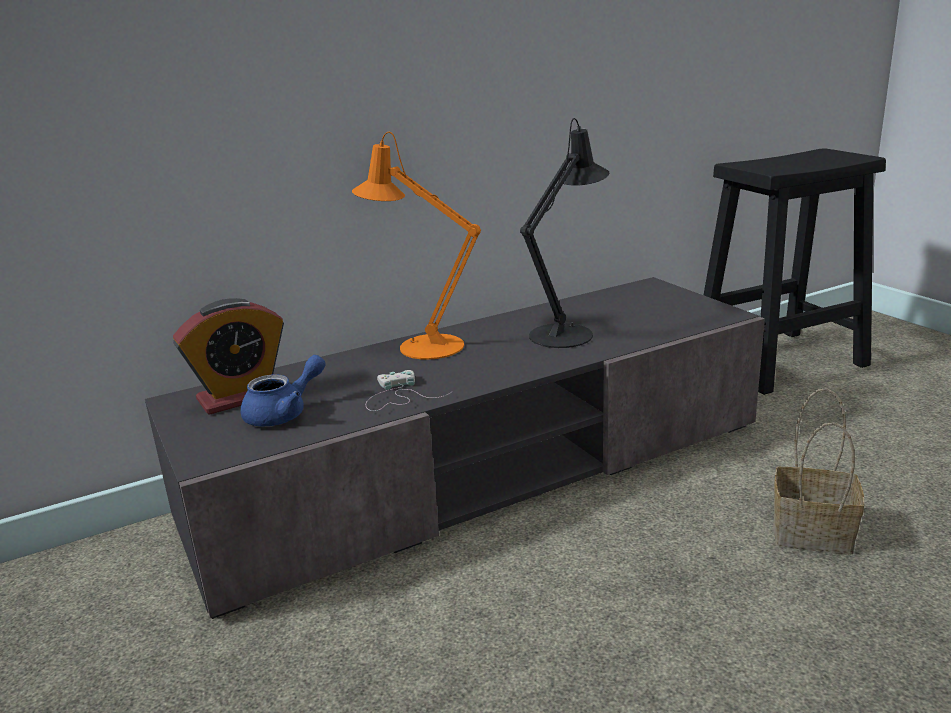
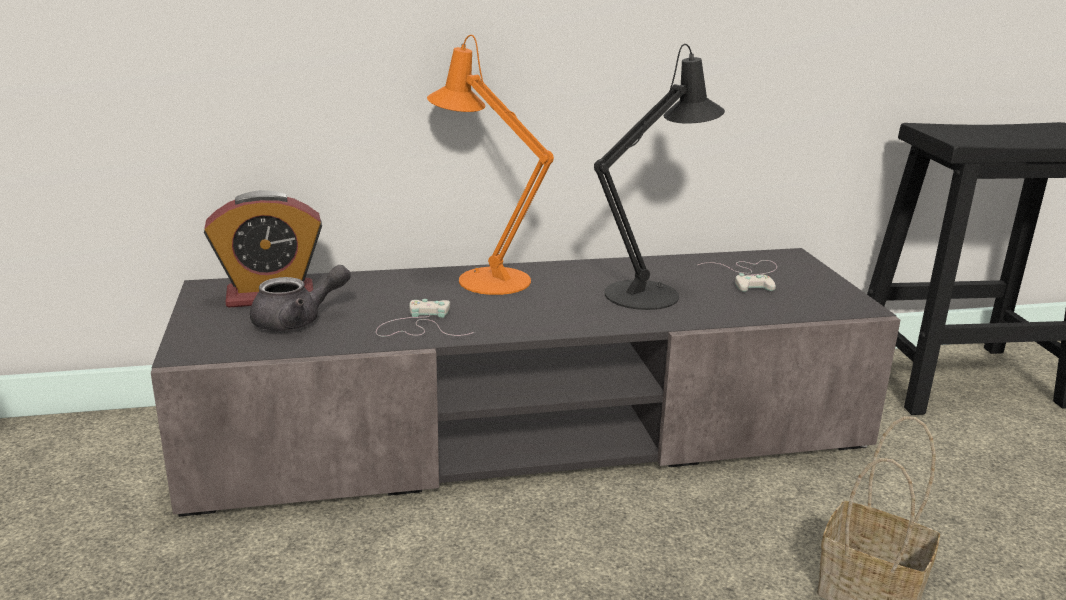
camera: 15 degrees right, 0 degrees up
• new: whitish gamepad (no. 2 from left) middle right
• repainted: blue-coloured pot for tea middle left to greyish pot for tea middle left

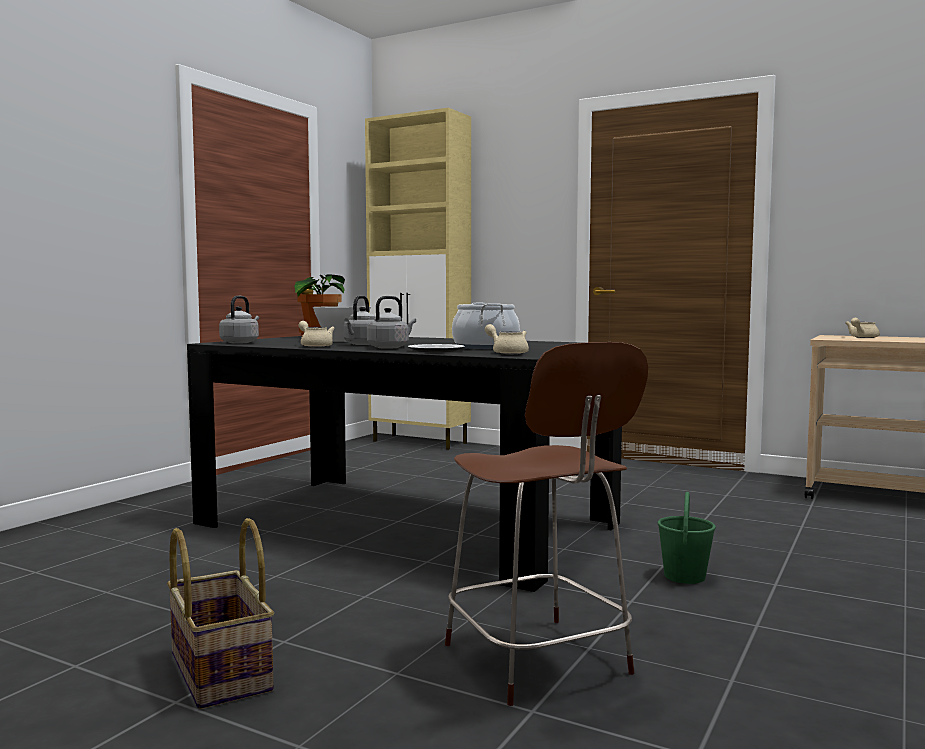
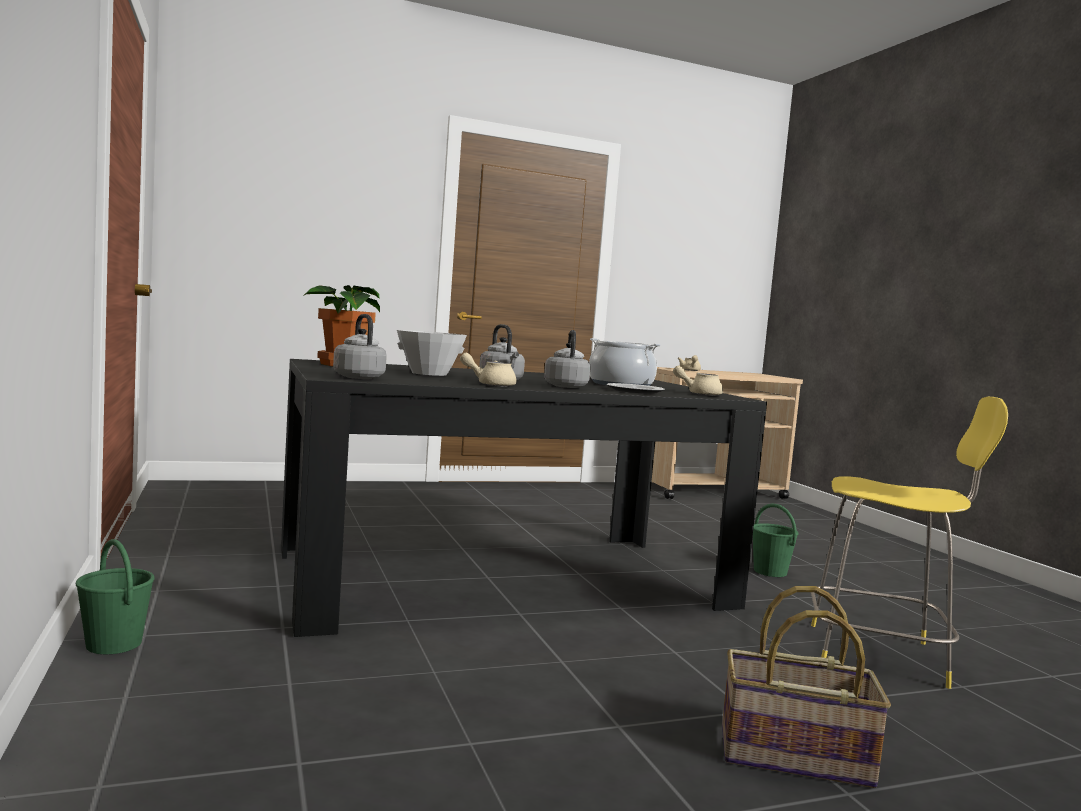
camera: 50 degrees left, 0 degrees up
• gone: sand-coloured cupboard centre
• new: green pail (no. 1 from left) bottom left
• repainted: brownish stool bottom centre to yellow-coloured stool bottom right

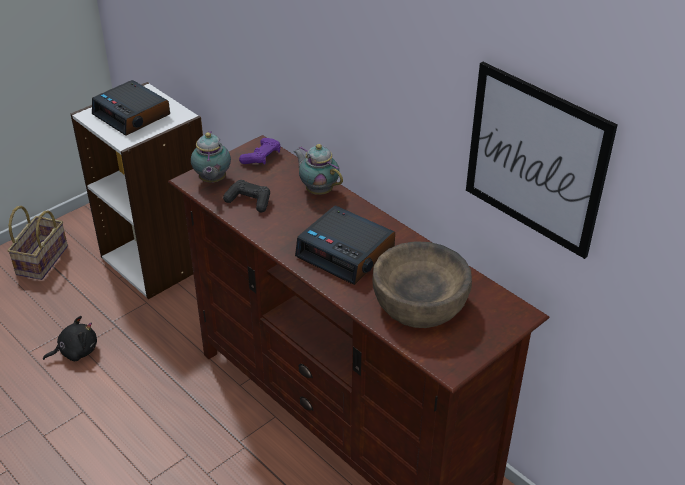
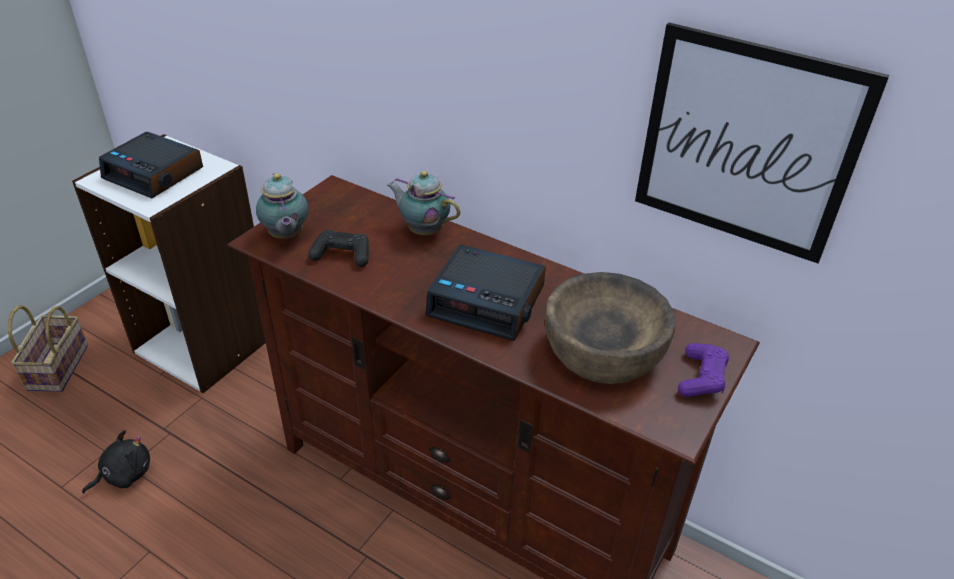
camera: 15 degrees left, 0 degrees up
• shifted: purple gamepad top centre to middle right

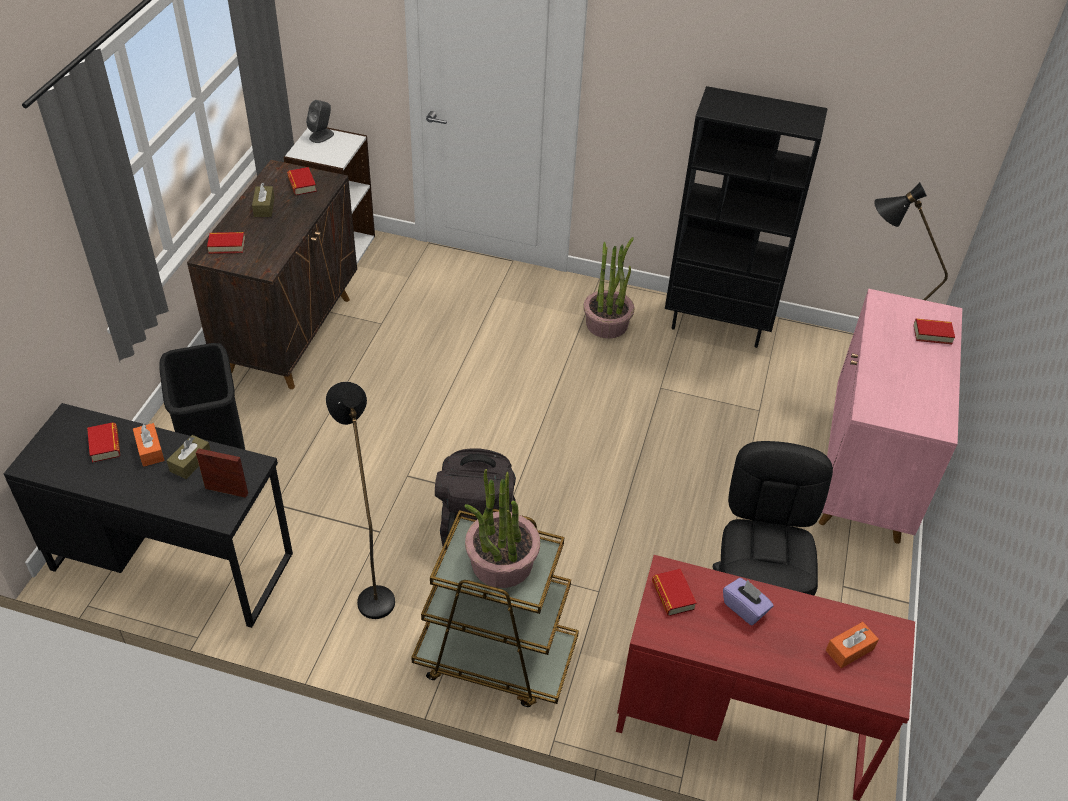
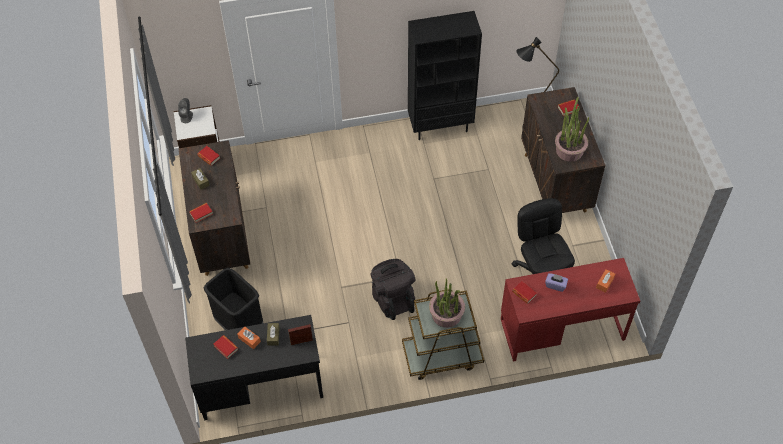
camera: 25 degrees left, 10 degrees up
• gone: blackish floor lamp (no. 1 from left) centre
• shifted: plant in a pot (no. 2 from left) centre to top right
• repainted: pink cupboard middle right to brownish cupboard (no. 2 from left) middle right

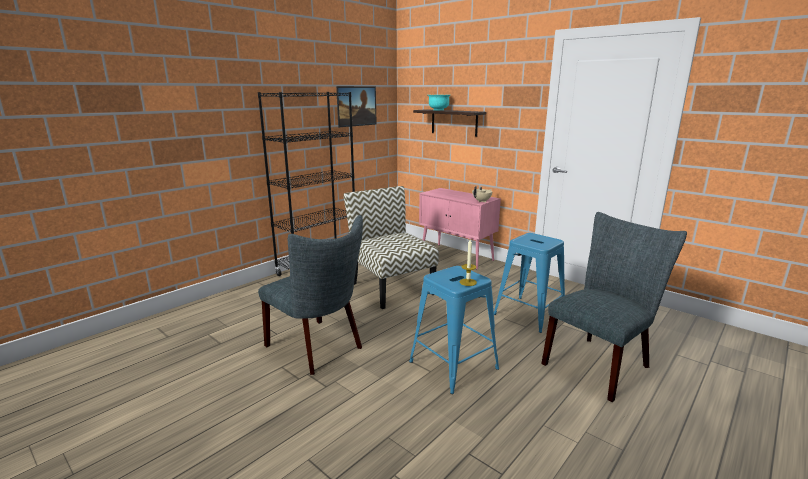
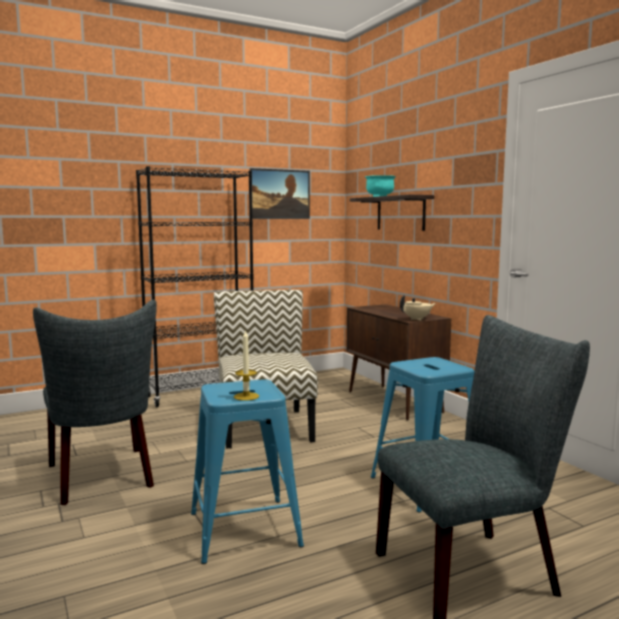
camera: 20 degrees right, 10 degrees down
• repainted: pink cupboard centre to brownish cupboard centre

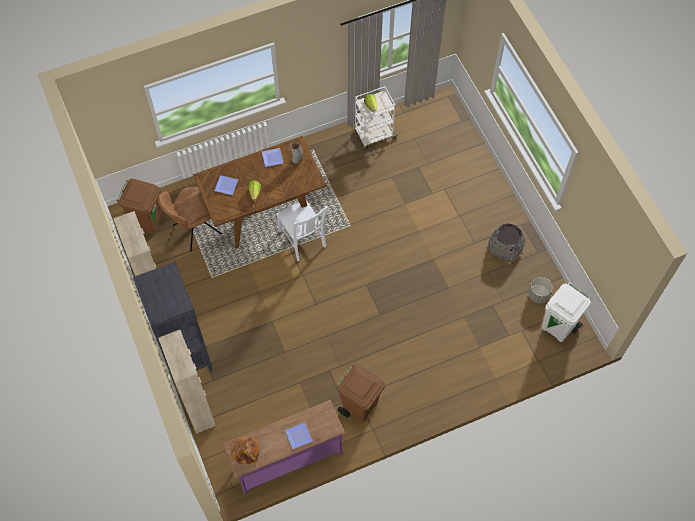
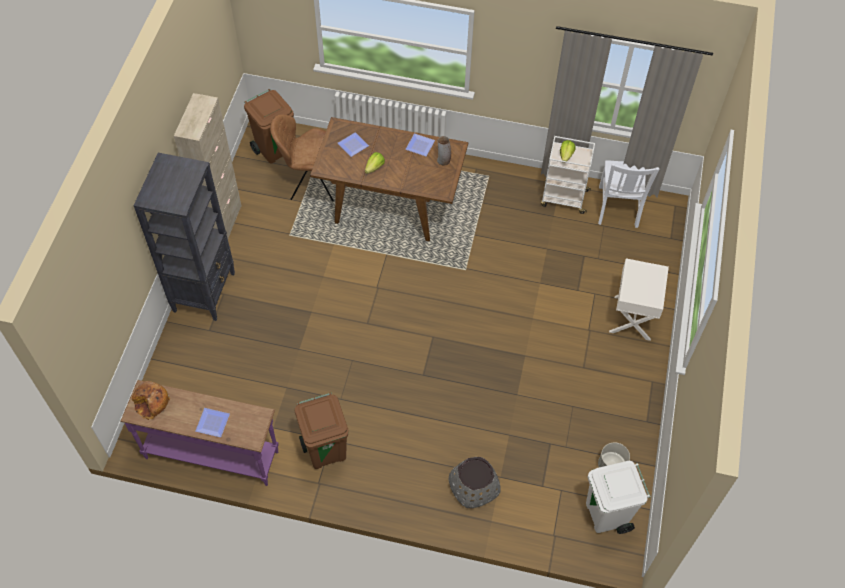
camera: 35 degrees right, 5 degrees down
• gone: sand-coloured cupboard (no. 2 from left) bottom left
• new: whitish night table middle right
• shifted: whitish chair centre to top right
• shifted: greyish planter (no. 1 from left) middle right to bottom centre

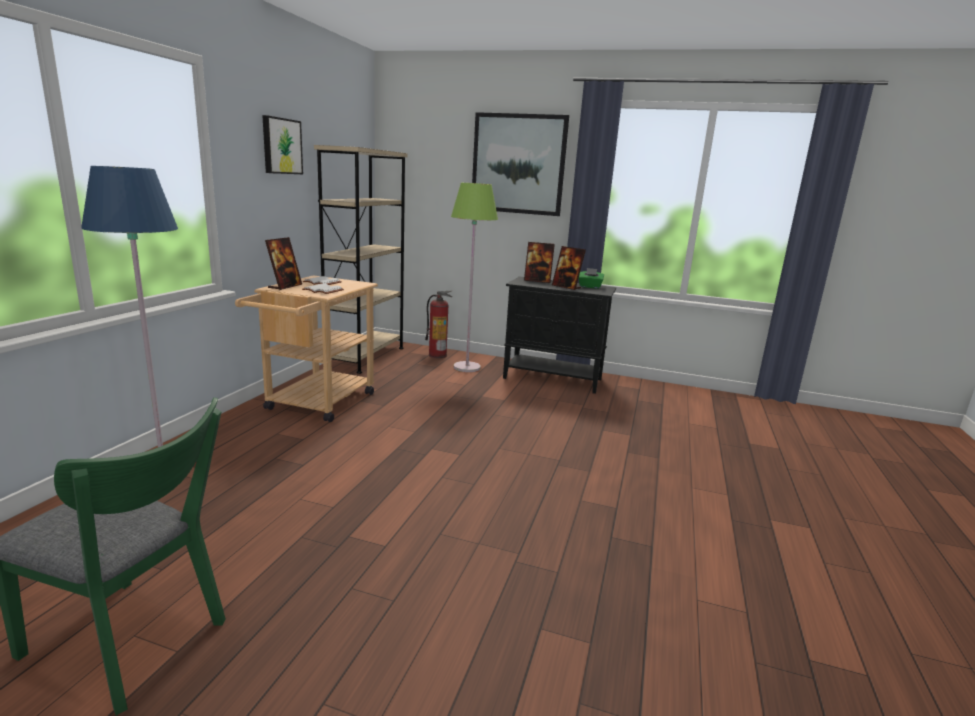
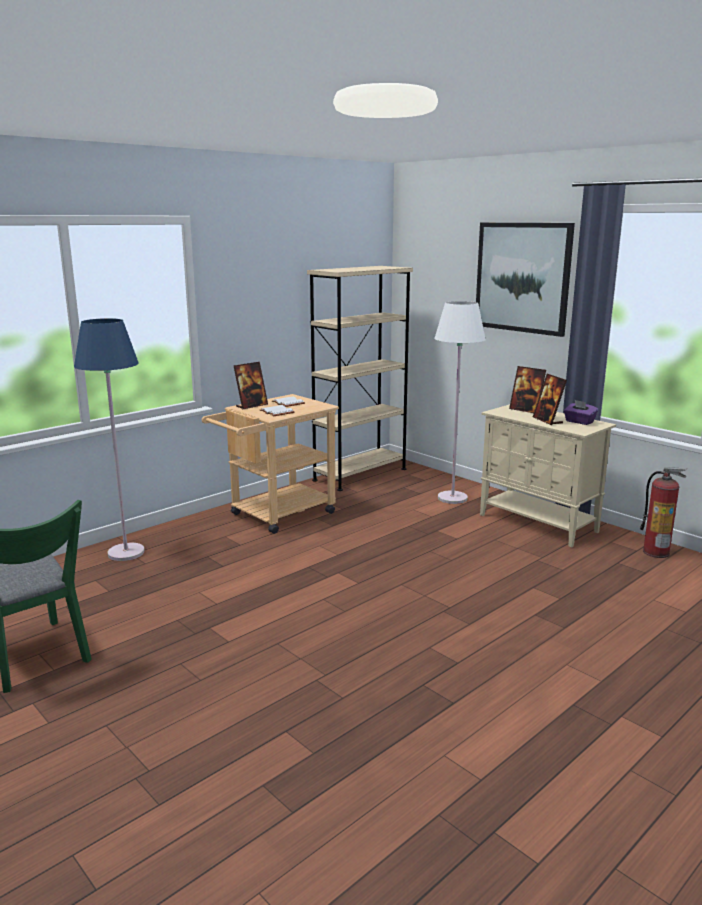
camera: 30 degrees right, 0 degrees up
• gone: picture (no. 1 from left) top left
• shifted: extinguisher centre to middle right
• repainted: green floor lamp centre to whitish floor lamp centre
• repainted: blackish cupboard centre to sand-coloured cupboard middle right
• repainted: green box of tissues centre to purple box of tissues middle right

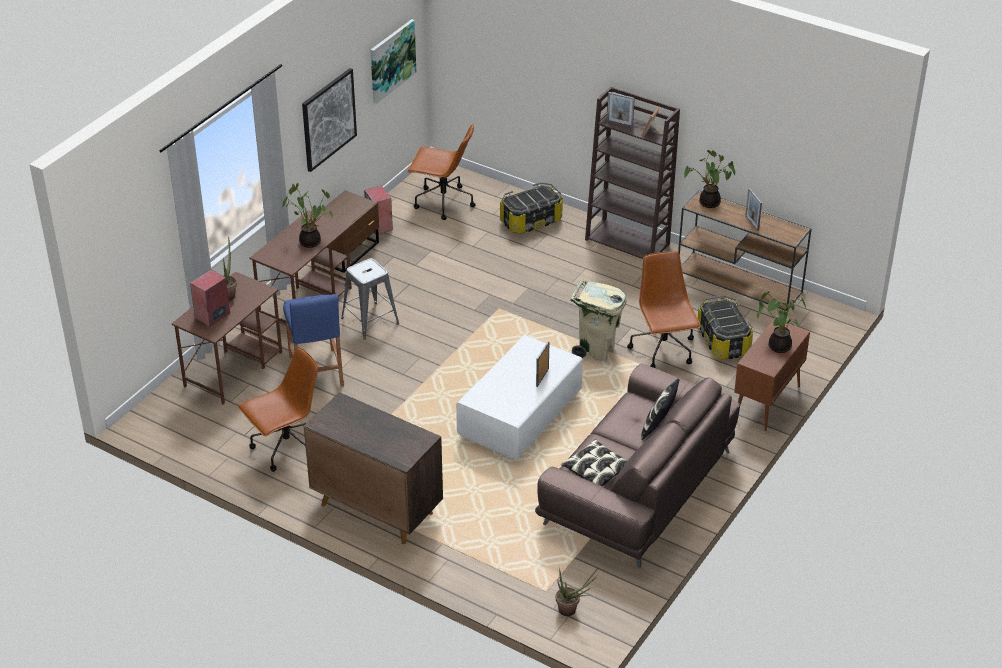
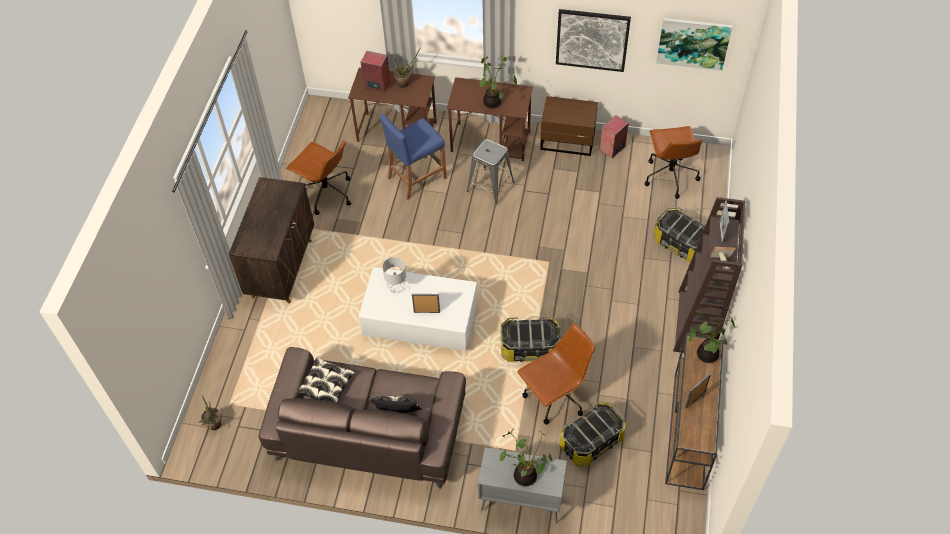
camera: 70 degrees right, 15 degrees up
• new: greyish lamp for a table centre
• swapped: sand-coloured rubbish bin centre to storage box (no. 1 from left) centre
• repainted: brownish cupboard (no. 2 from left) middle right to greyish cupboard bottom centre

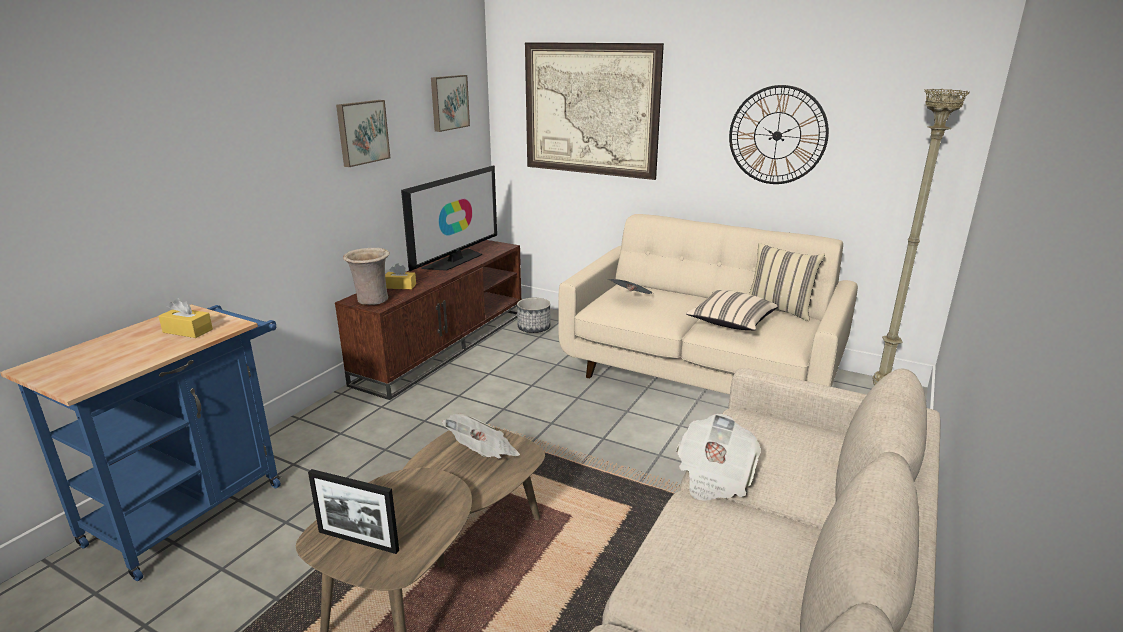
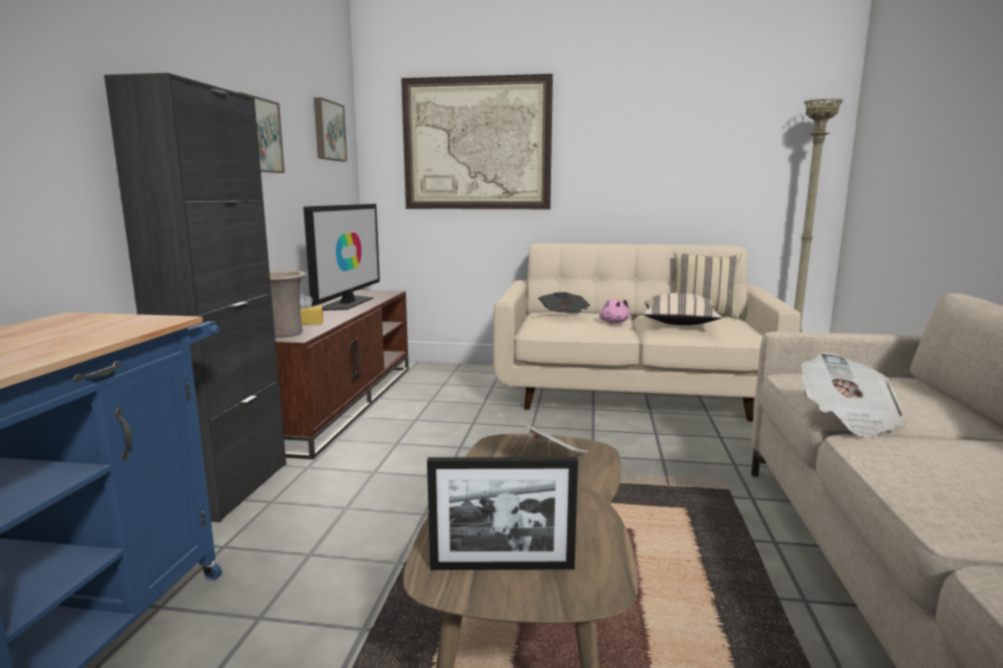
camera: 20 degrees left, 10 degrees down
• gone: yellow-coloured box of tissues (no. 1 from left) middle left
• gone: planter centre
• gone: wall clock top right
• new: blackish cupboard middle left
• new: pink plush toy centre

